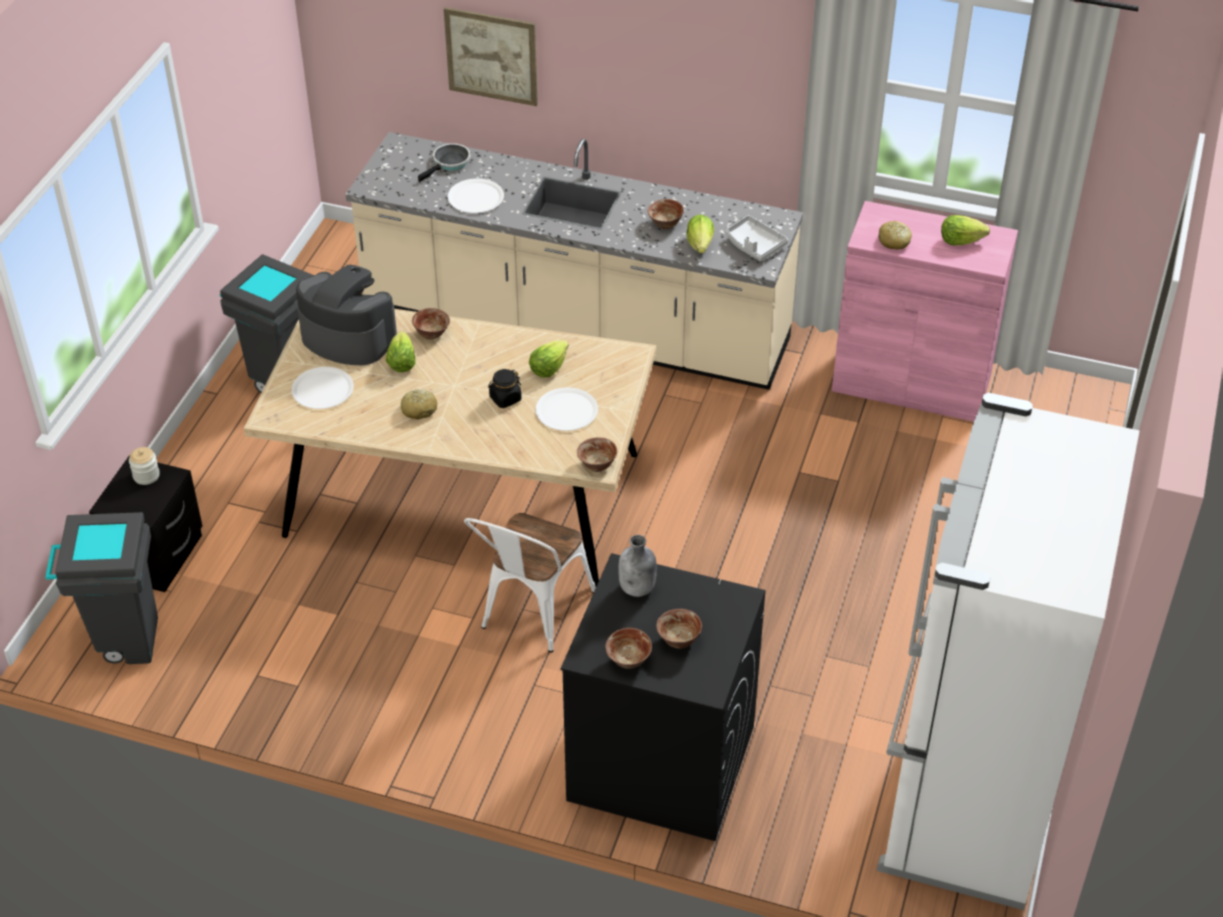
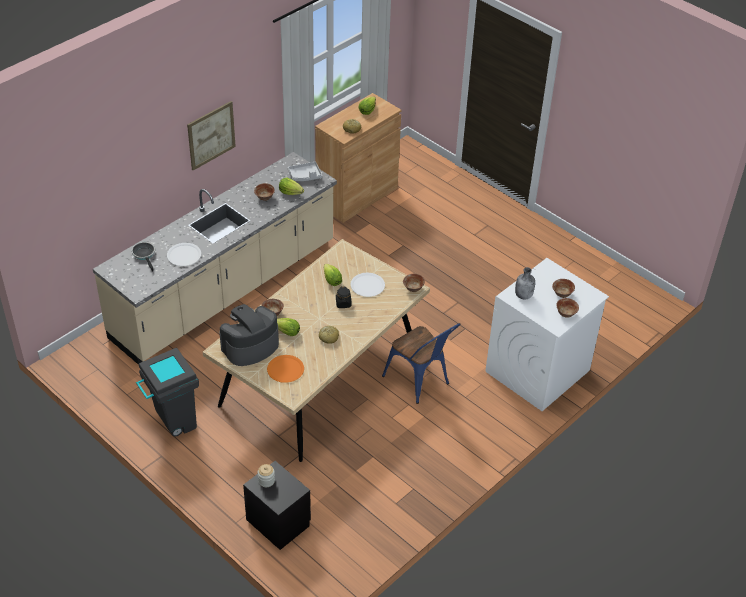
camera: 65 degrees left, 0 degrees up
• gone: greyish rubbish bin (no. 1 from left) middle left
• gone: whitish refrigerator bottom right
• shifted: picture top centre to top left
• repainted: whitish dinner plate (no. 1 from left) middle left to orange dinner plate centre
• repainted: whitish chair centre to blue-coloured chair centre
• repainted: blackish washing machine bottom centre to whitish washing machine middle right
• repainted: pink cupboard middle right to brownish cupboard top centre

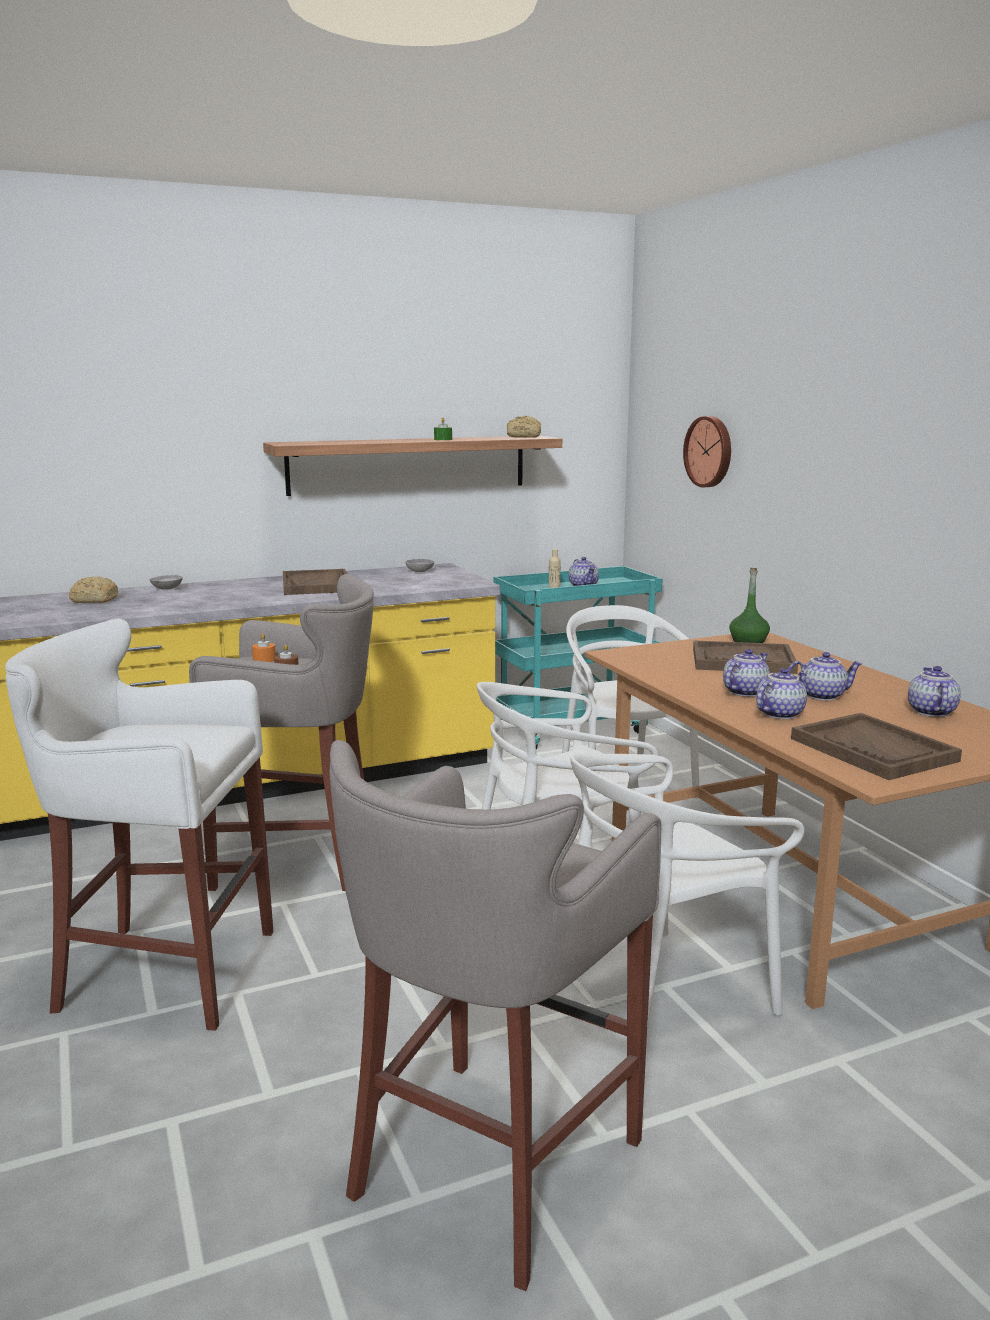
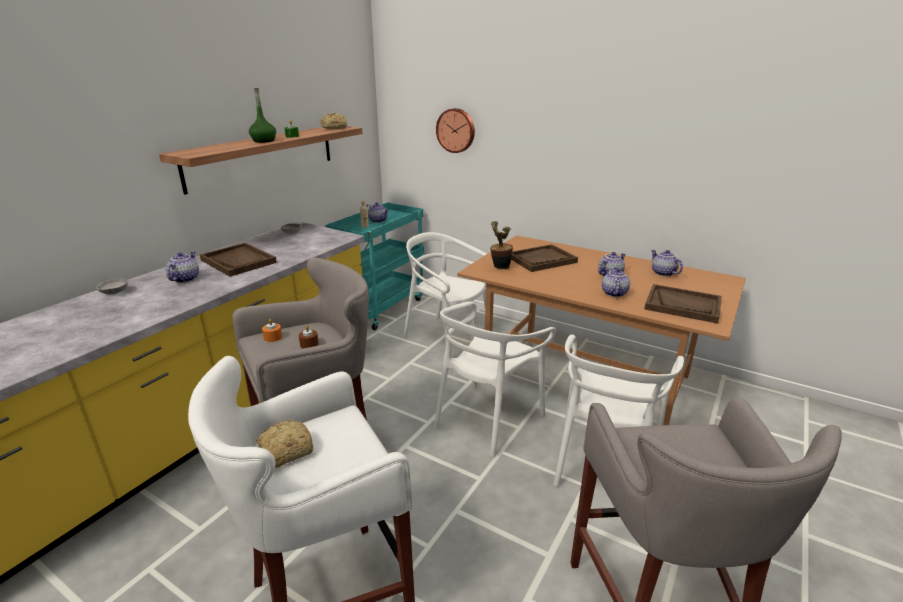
camera: 35 degrees left, 10 degrees up
• new: plant in a pot centre
• shifted: bakery bread (no. 1 from left) middle left to bottom left
• shifted: pot for tea (no. 2 from left in the first image) middle right to pot for tea (no. 1 from left) middle left
• shifted: green drink bottle middle right to top left

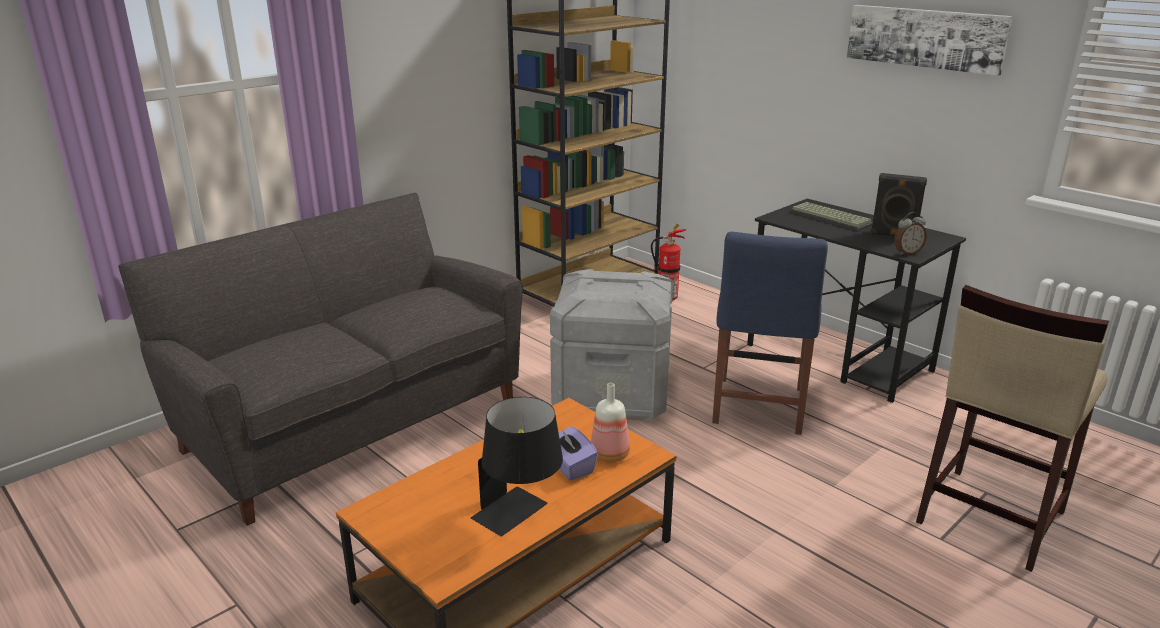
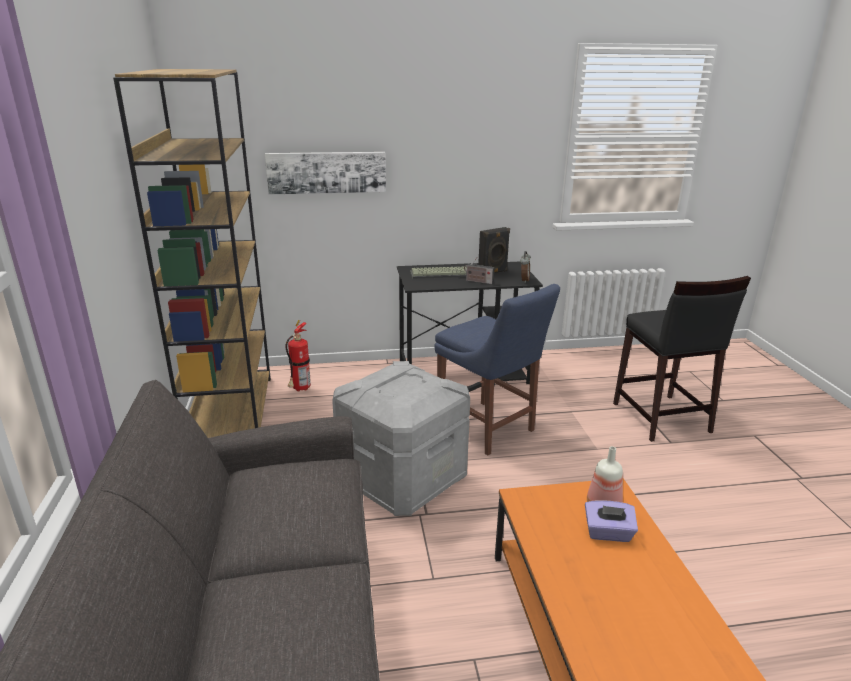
camera: 55 degrees left, 0 degrees up
• gone: blackish lamp for a table bottom centre
• new: radio receiver centre
• shifted: picture top right to top centre
• repainted: sand-coloured stool bottom right to blackish stool middle right

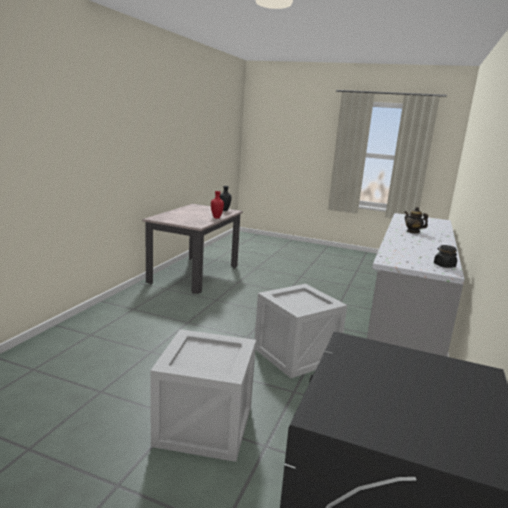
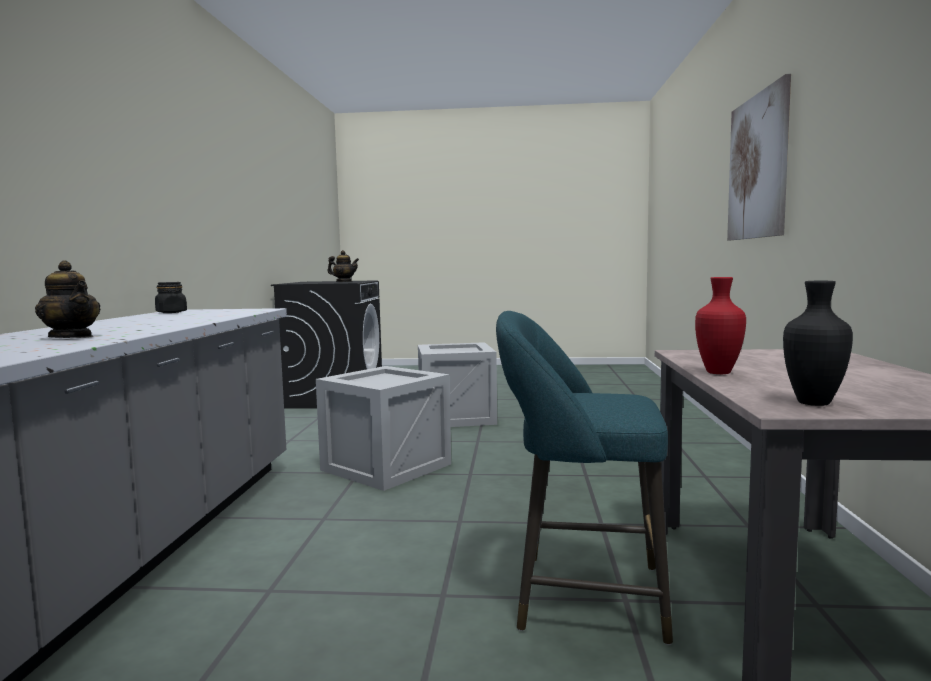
camera: 165 degrees right, 10 degrees down
• new: pot for tea (no. 2 from left) centre
• new: blue-green stool bottom centre
• new: picture top right

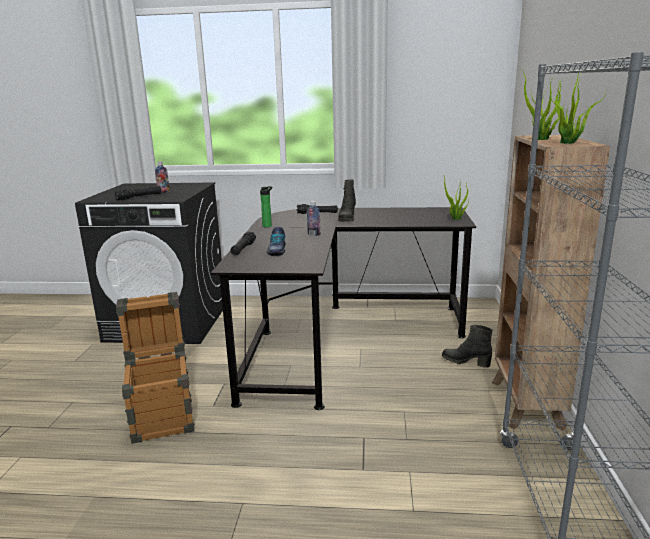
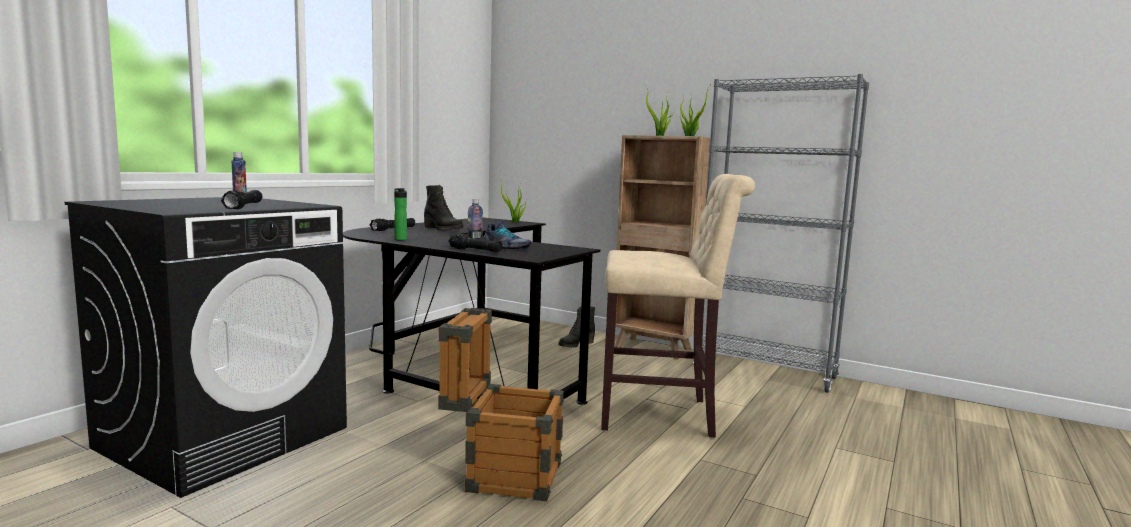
camera: 65 degrees left, 10 degrees down
• new: sand-coloured stool centre

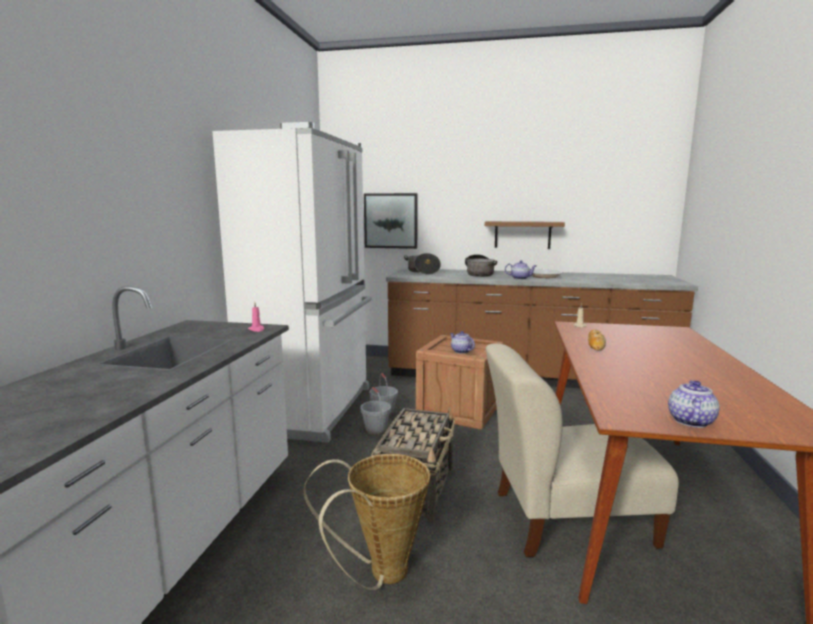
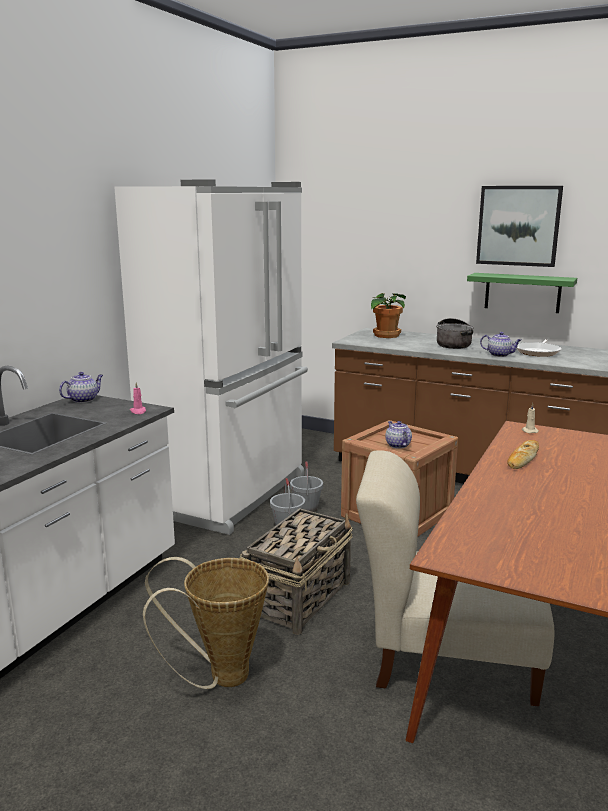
camera: 15 degrees right, 5 degrees up
• shifted: picture centre to top right
• shifted: pot for tea (no. 3 from left in the first image) middle right to pot for tea (no. 1 from left) middle left
• swapped: cooking pot (no. 1 from left) centre to plant in a pot centre
• repainted: brownish wall shelf centre to green wall shelf middle right

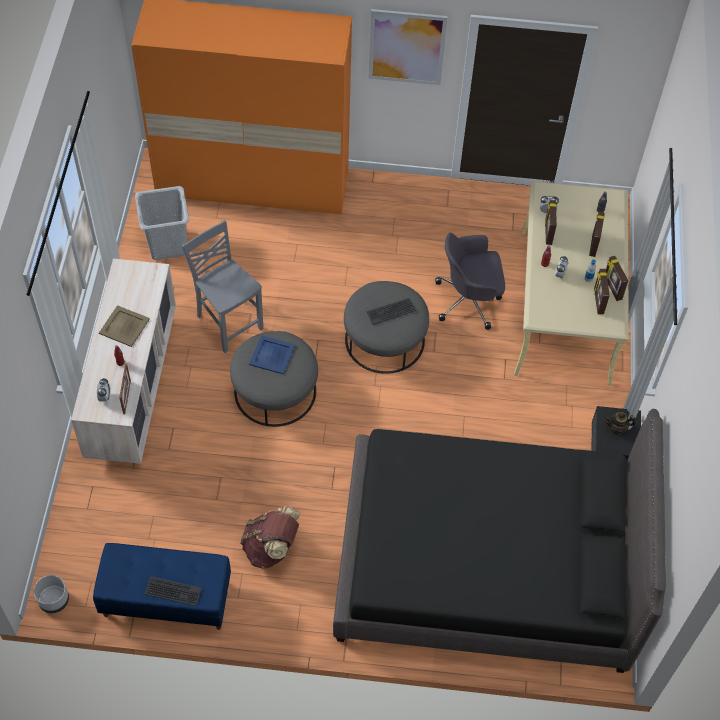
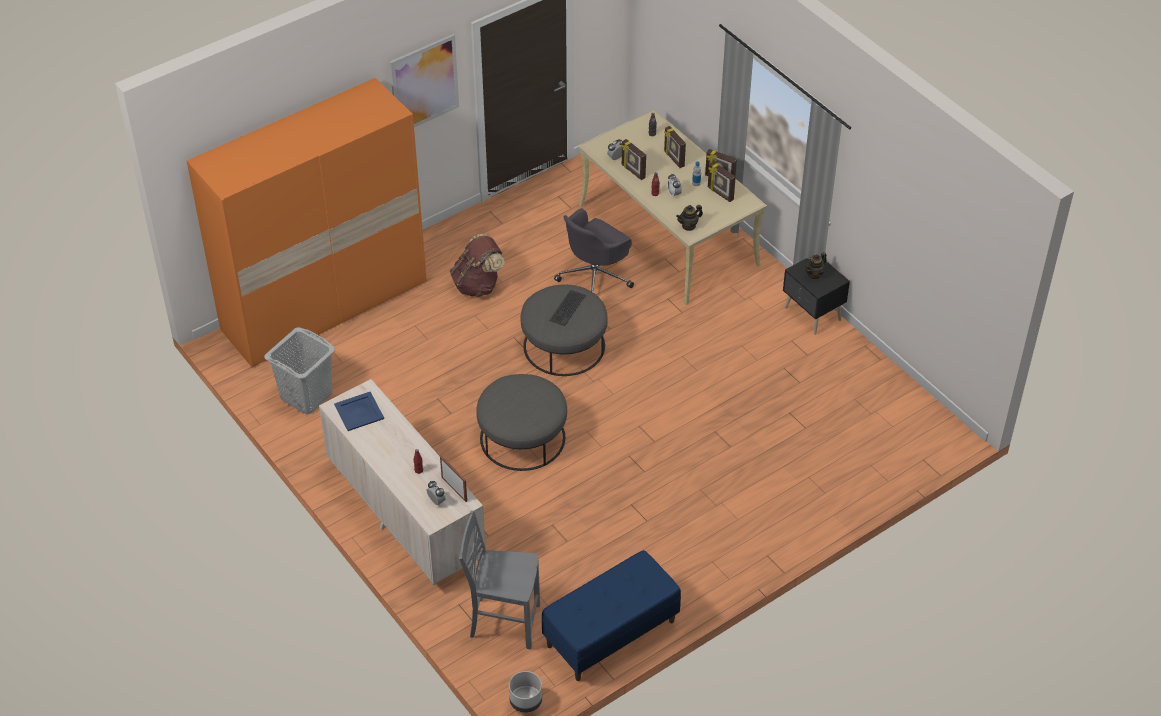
camera: 40 degrees left, 10 degrees down
• gone: sand-coloured carrying tray middle left
• gone: PC keyboard (no. 1 from left) bottom left
• gone: blackish bedroom bed bottom right
• new: pot for tea (no. 1 from left) top centre
• shifted: greyish chair middle left to bottom centre
• shifted: brownish backpack bottom centre to centre
• shifted: blue-coloured carrying tray centre to middle left

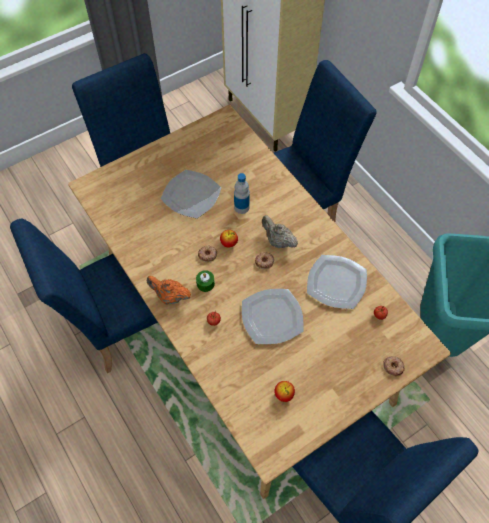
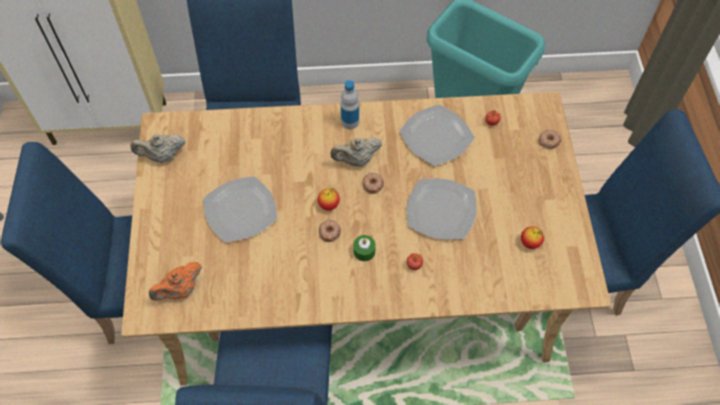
camera: 60 degrees left, 0 degrees up
• new: sand-coloured pot for tea (no. 1 from left) middle left
• shifted: orange pot for tea centre to bottom left
• shifted: drink bottle centre to top centre

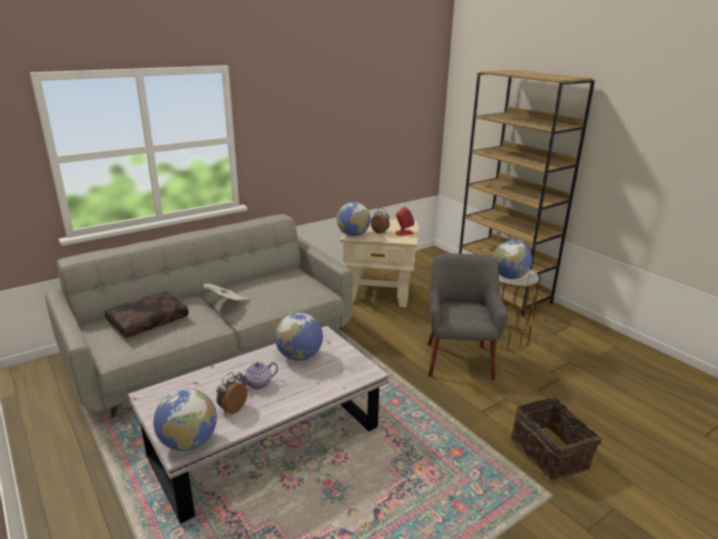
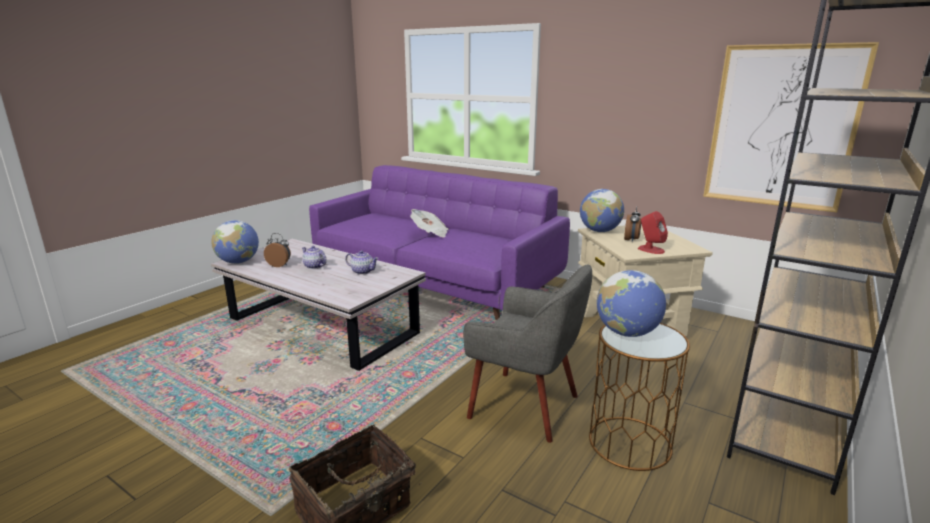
camera: 70 degrees right, 5 degrees down
• gone: brownish pillow middle left
• new: picture top right
• swapped: globe (no. 2 from left) centre to pot for tea (no. 2 from left) centre
• repainted: greyish sofa middle left to purple sofa centre
• rotated: greyish armchair centre = bottom centre 45 degrees clockwise

